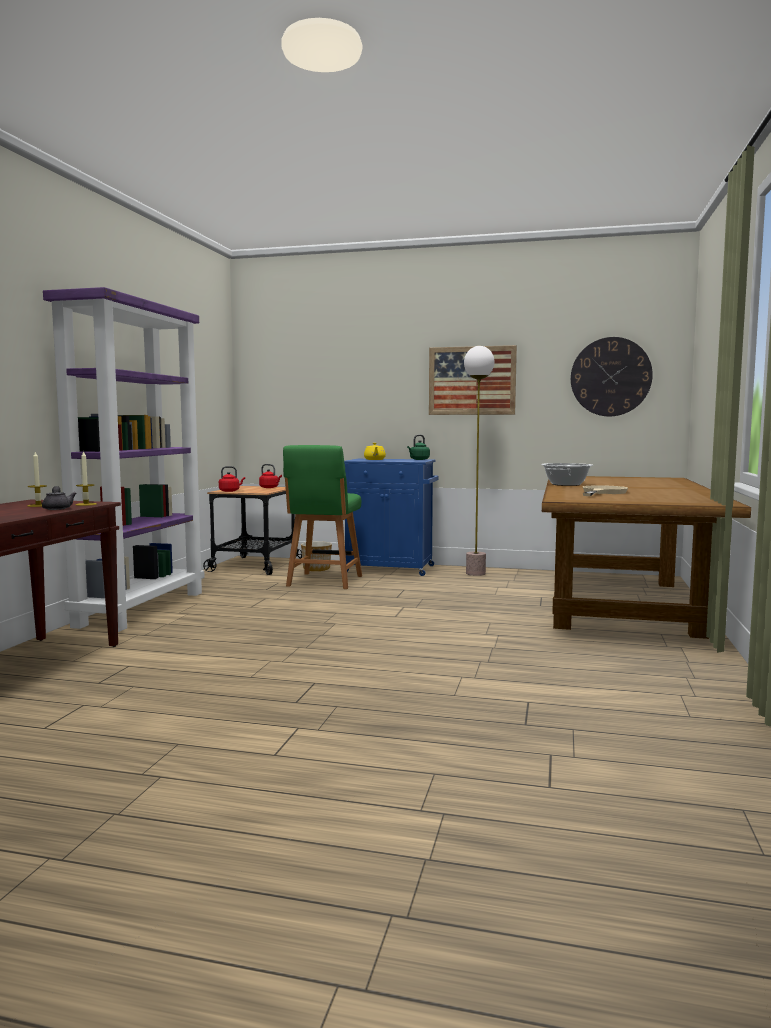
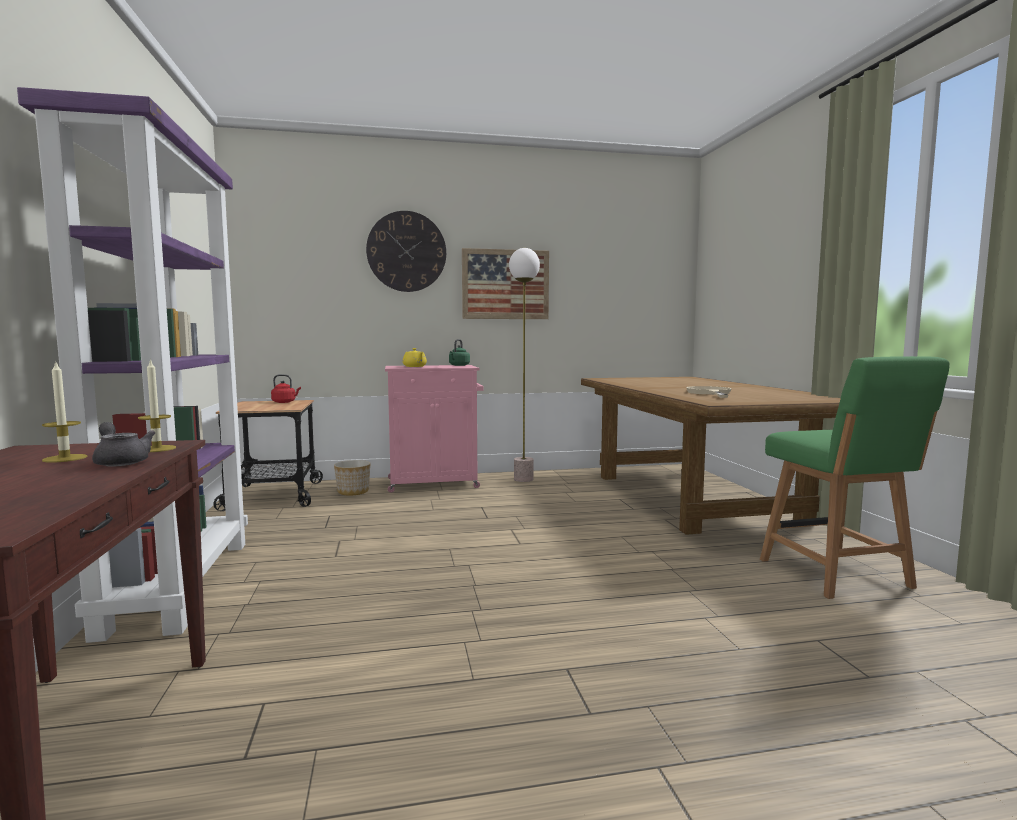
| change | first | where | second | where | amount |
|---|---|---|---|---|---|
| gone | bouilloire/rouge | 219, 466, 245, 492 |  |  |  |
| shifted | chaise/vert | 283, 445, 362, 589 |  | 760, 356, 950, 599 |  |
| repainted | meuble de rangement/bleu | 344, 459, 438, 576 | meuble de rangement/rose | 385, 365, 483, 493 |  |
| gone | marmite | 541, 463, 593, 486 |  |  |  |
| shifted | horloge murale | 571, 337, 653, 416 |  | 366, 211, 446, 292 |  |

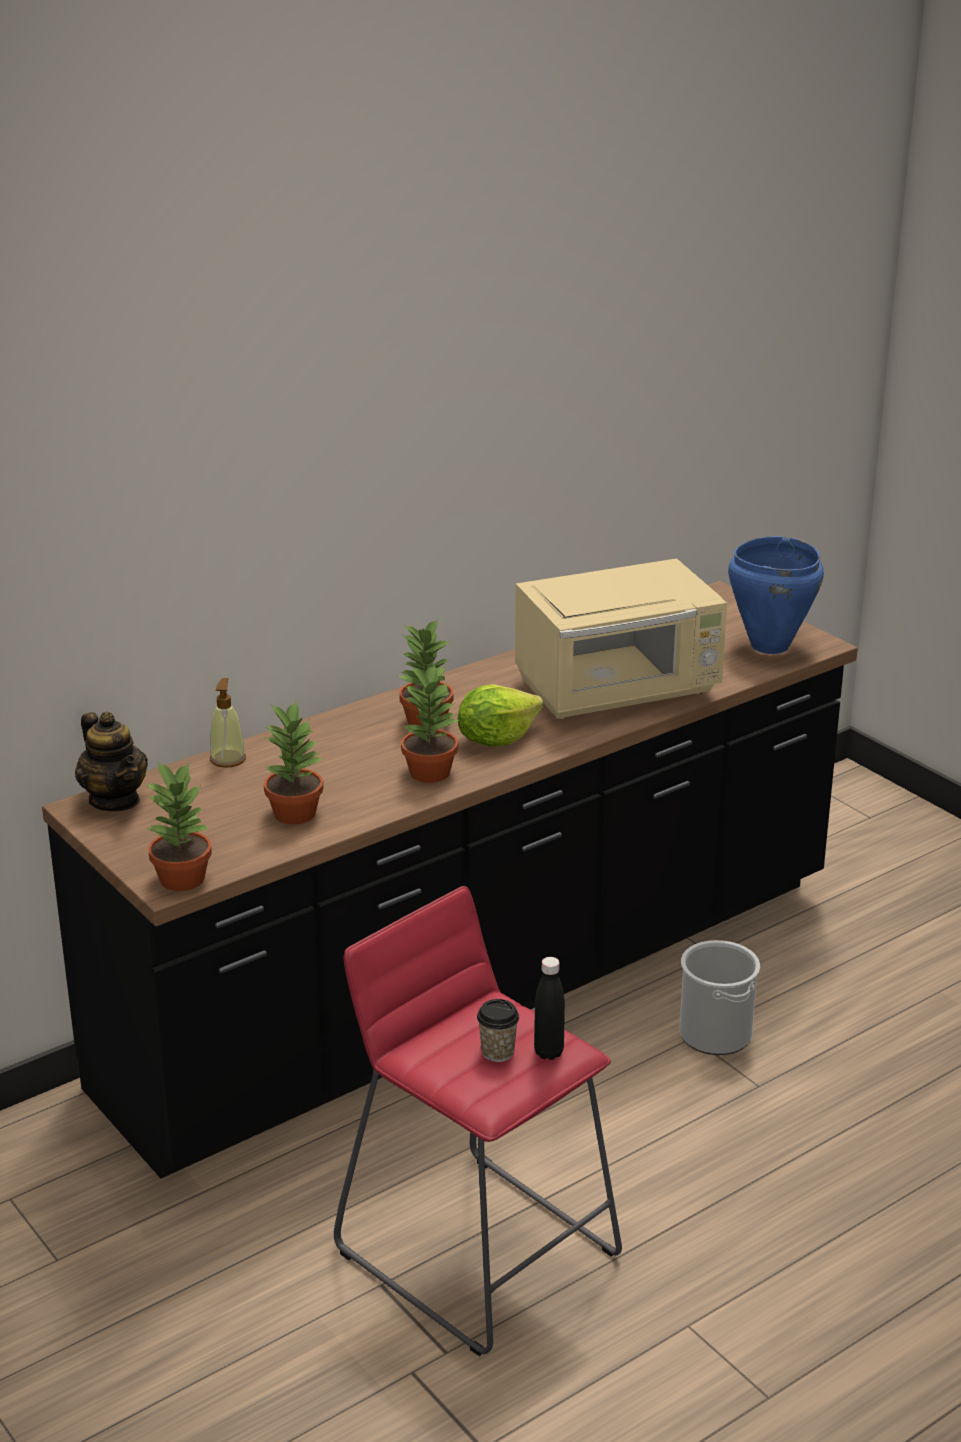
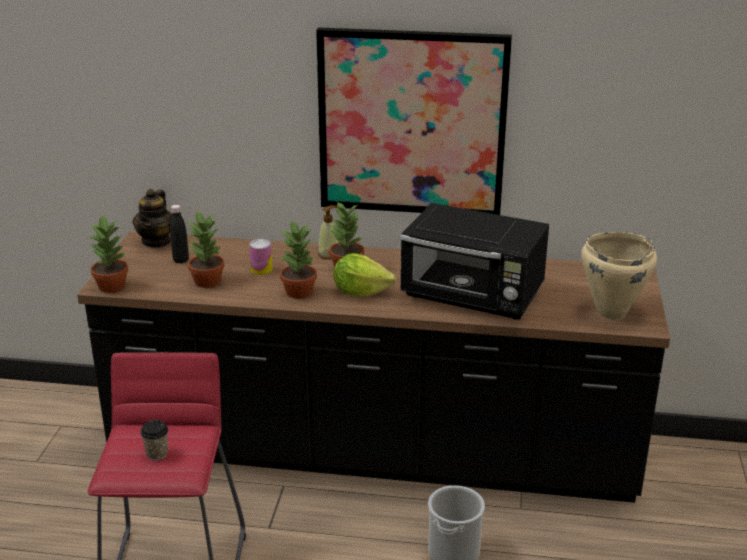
| change | first | where | second | where | amount |
|---|---|---|---|---|---|
| shifted | distributeur de savon | 210, 678, 246, 768 |  | 318, 205, 339, 259 |  |
| repainted | micro-ondes/beige | 515, 558, 727, 719 | micro-ondes/noir | 400, 203, 549, 320 |  |
| shifted | bouteille/noir | 534, 957, 565, 1060 |  | 170, 205, 189, 263 |  |
| repainted | marmite/bleu | 728, 536, 824, 654 | marmite/beige | 581, 232, 657, 320 |  |
| new |  |  | boîte métallique | 249, 239, 273, 275 |  |
| new |  |  | tableau | 316, 27, 512, 215 |  |

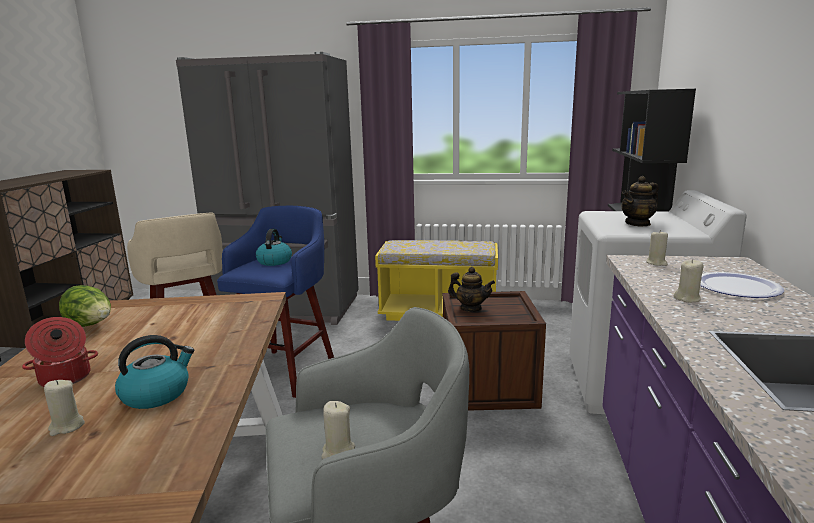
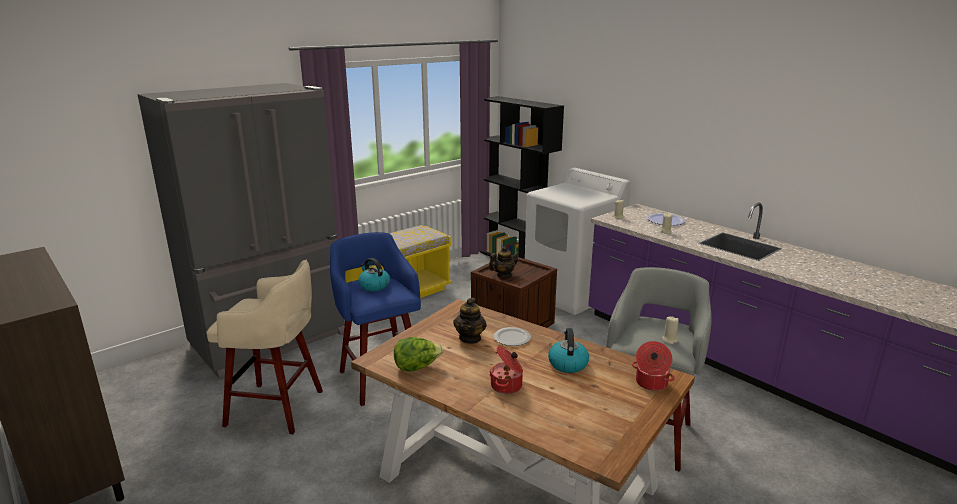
| change | first | where | second | where | amount |
|---|---|---|---|---|---|
| gone | bougie/beige | 44, 380, 85, 436 |  |  |  |
| shifted | théière | 621, 176, 659, 227 |  | 453, 298, 487, 344 |  |
| new |  |  | assiette | 494, 327, 531, 346 |  |
| new |  |  | marmite | 632, 341, 675, 391 |  |

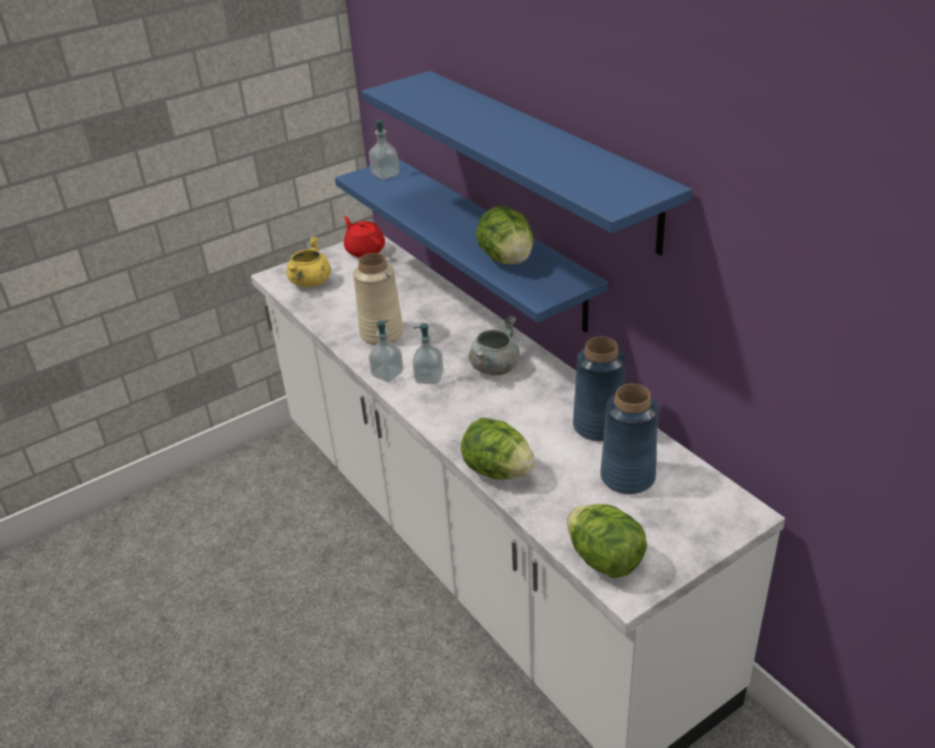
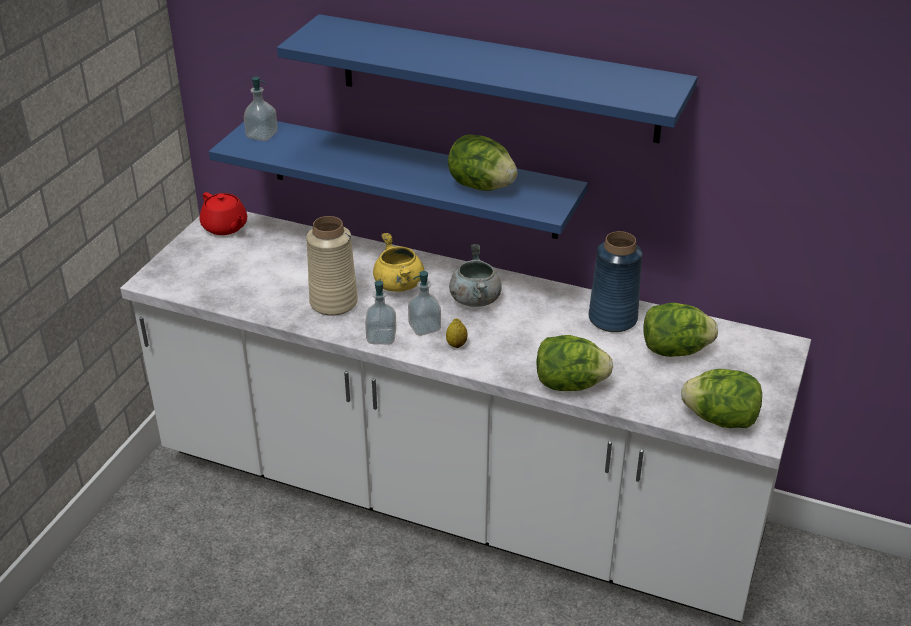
| change | first | where | second | where | amount |
|---|---|---|---|---|---|
| shifted | marmite/jaune | 286, 237, 331, 287 |  | 373, 233, 424, 292 |  |
| rotated | théière/rouge | 344, 216, 385, 258 |  | 200, 192, 247, 235 | 150 degrees counterclockwise |
| swapped | vase/bleu | 600, 384, 658, 494 | laitue | 644, 303, 718, 357 |  |
| new |  |  | citron | 446, 318, 467, 348 |  |

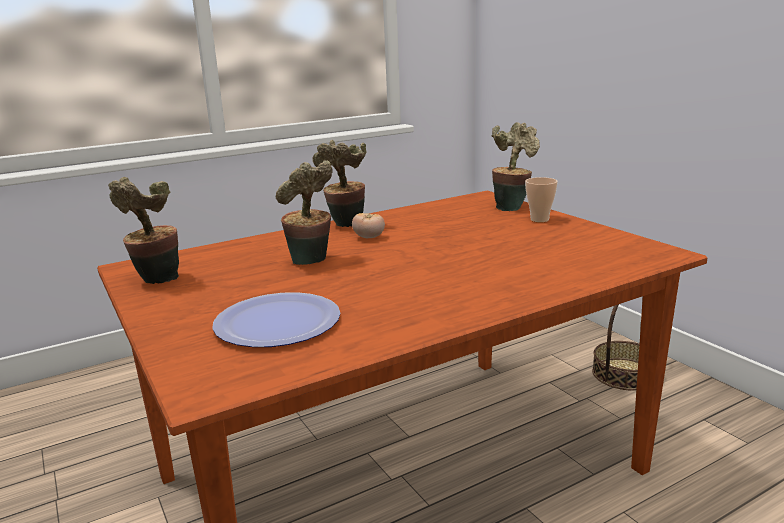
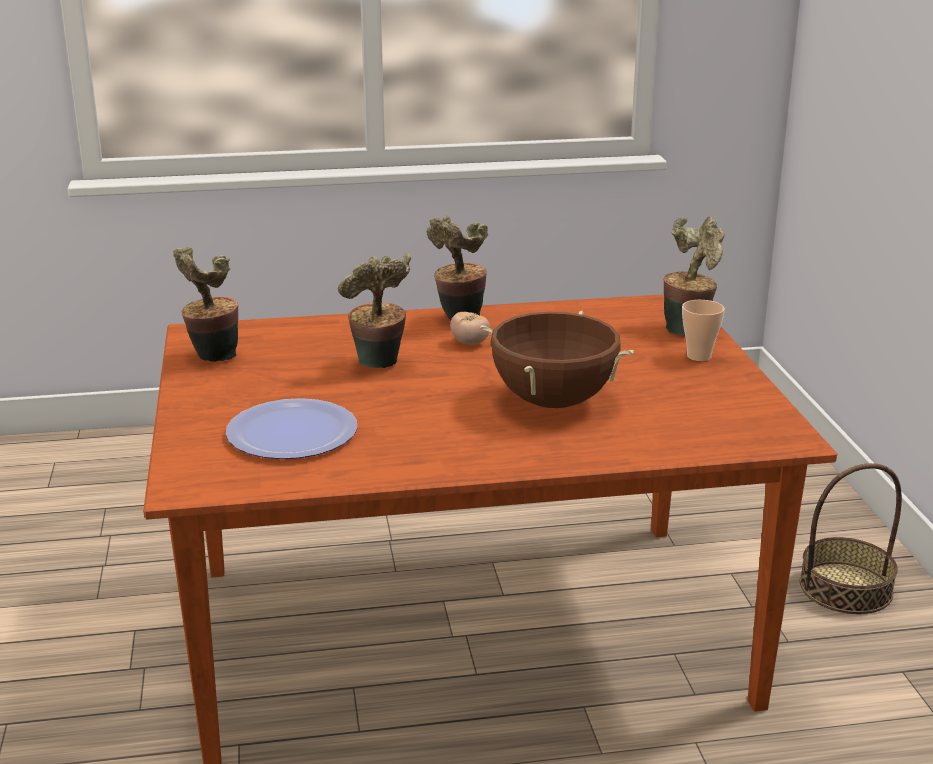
| change | first | where | second | where | amount |
|---|---|---|---|---|---|
| new |  |  | marmite/marron | 480, 311, 634, 408 |  |

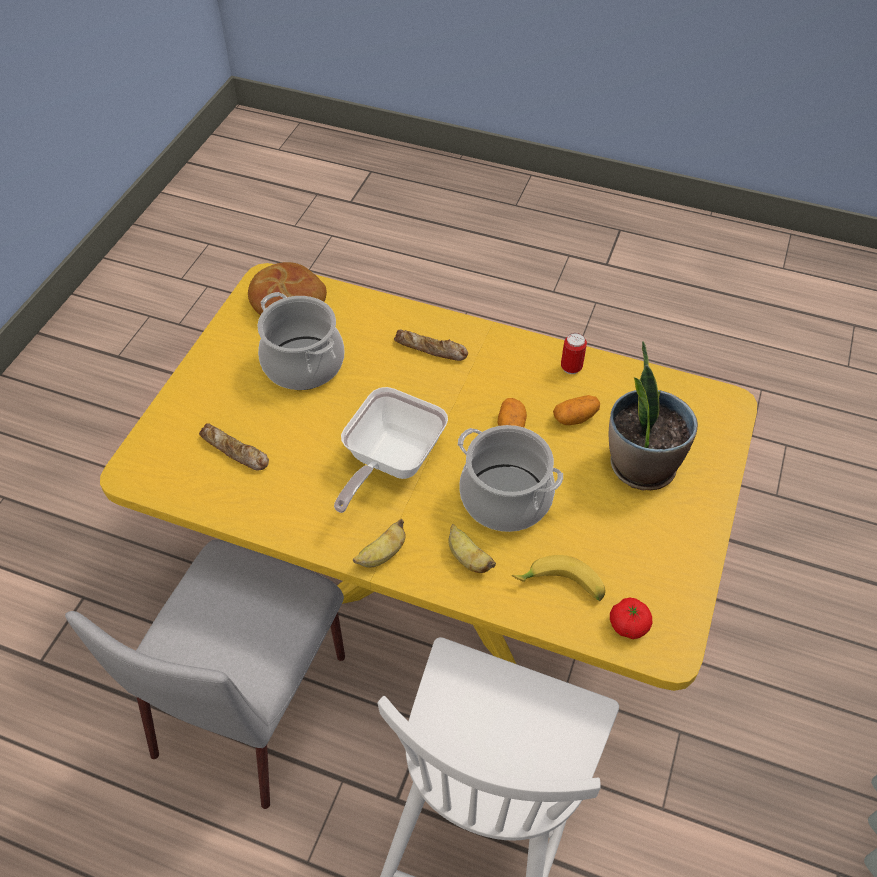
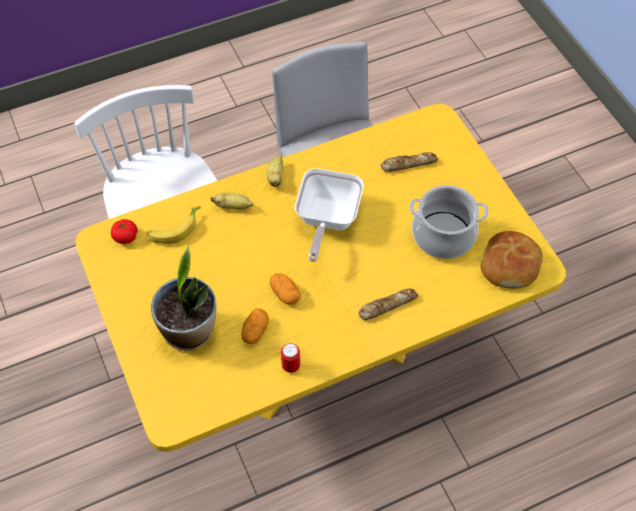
| change | first | where | second | where | amount |
|---|---|---|---|---|---|
| rotated | poêle | 334, 387, 448, 513 |  | 295, 168, 364, 262 | 150 degrees counterclockwise |
| gone | marmite | 458, 425, 563, 532 |  |  |  |

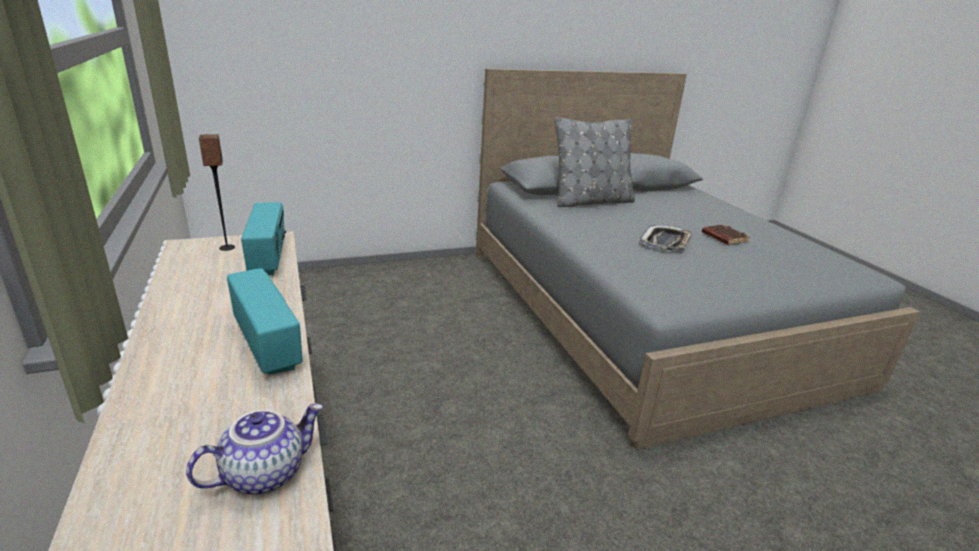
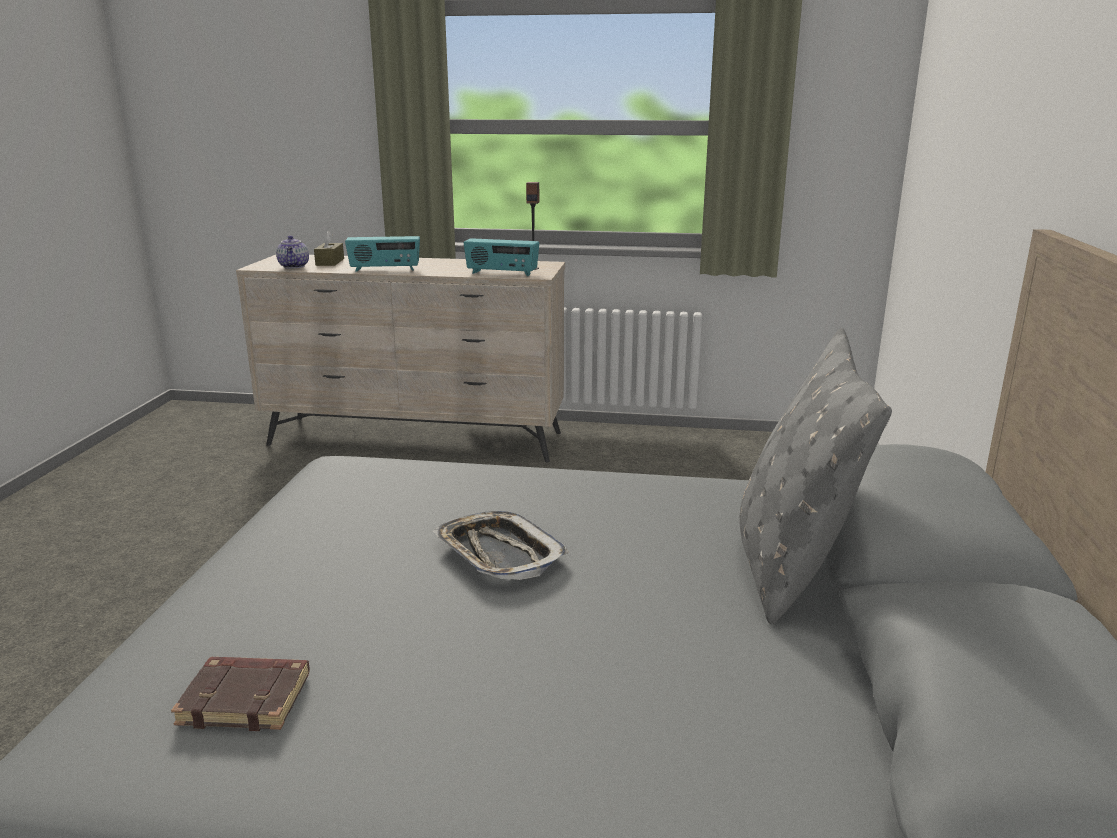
| change | first | where | second | where | amount |
|---|---|---|---|---|---|
| shifted | livre/marron | 702, 224, 750, 245 |  | 171, 657, 310, 731 |  |
| new |  |  | boîte à mouchoirs/marron | 314, 230, 344, 266 |  |

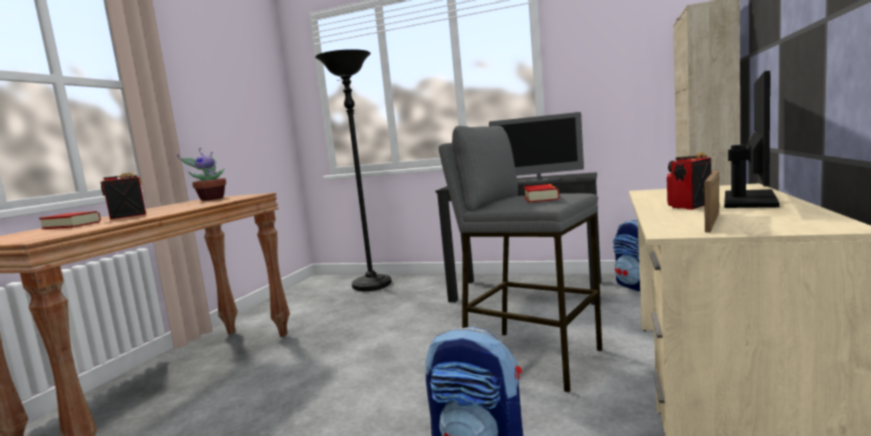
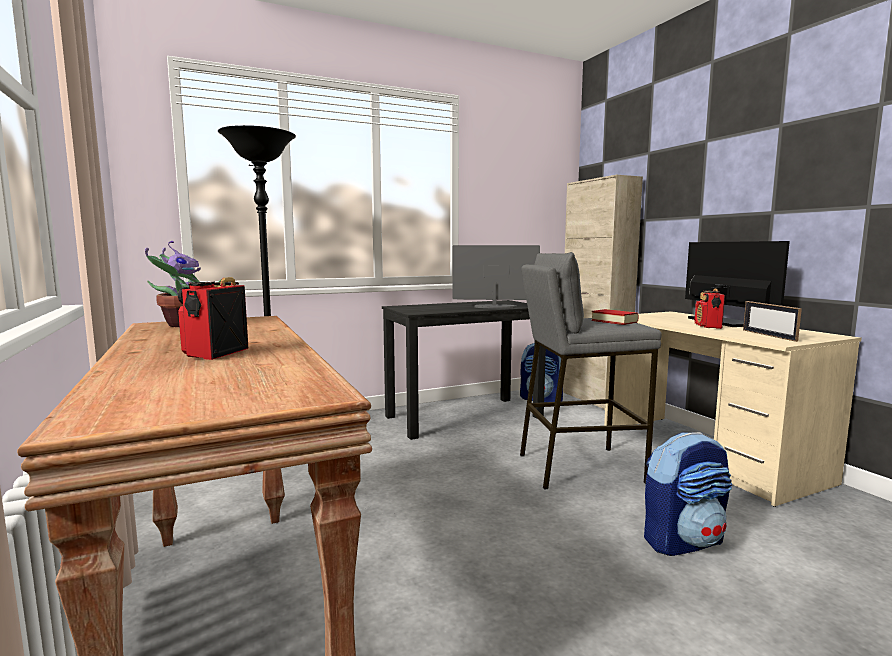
| change | first | where | second | where | amount |
|---|---|---|---|---|---|
| gone | livre | 39, 211, 101, 229 |  |  |  |
| rotated | écran d'ordinateur | 489, 112, 584, 184 |  | 453, 245, 540, 309 | 135 degrees counterclockwise |

